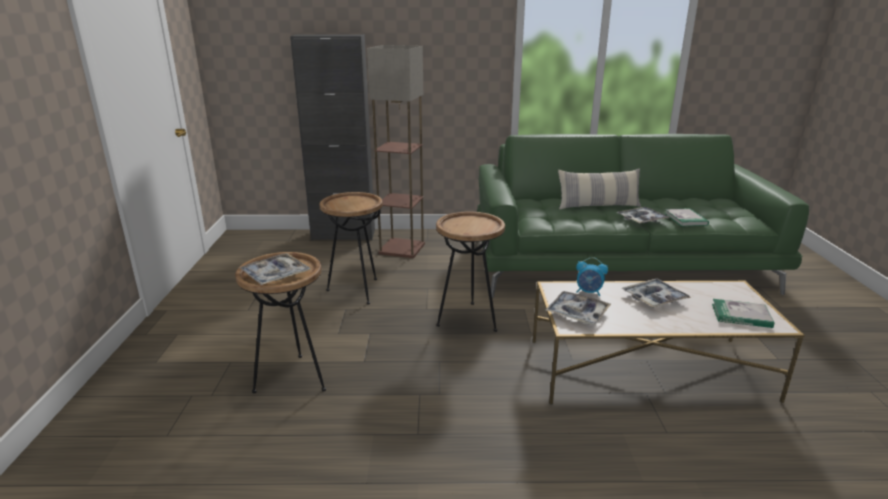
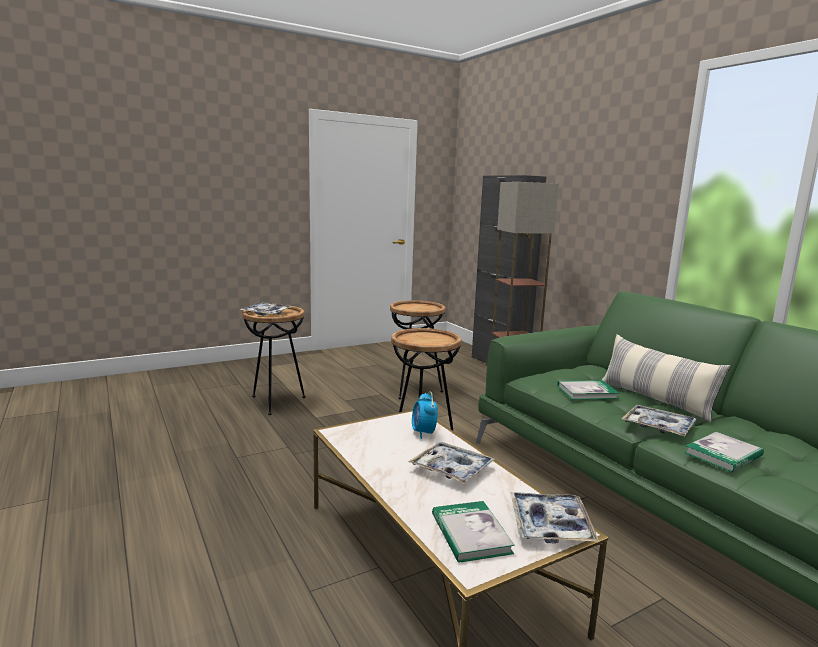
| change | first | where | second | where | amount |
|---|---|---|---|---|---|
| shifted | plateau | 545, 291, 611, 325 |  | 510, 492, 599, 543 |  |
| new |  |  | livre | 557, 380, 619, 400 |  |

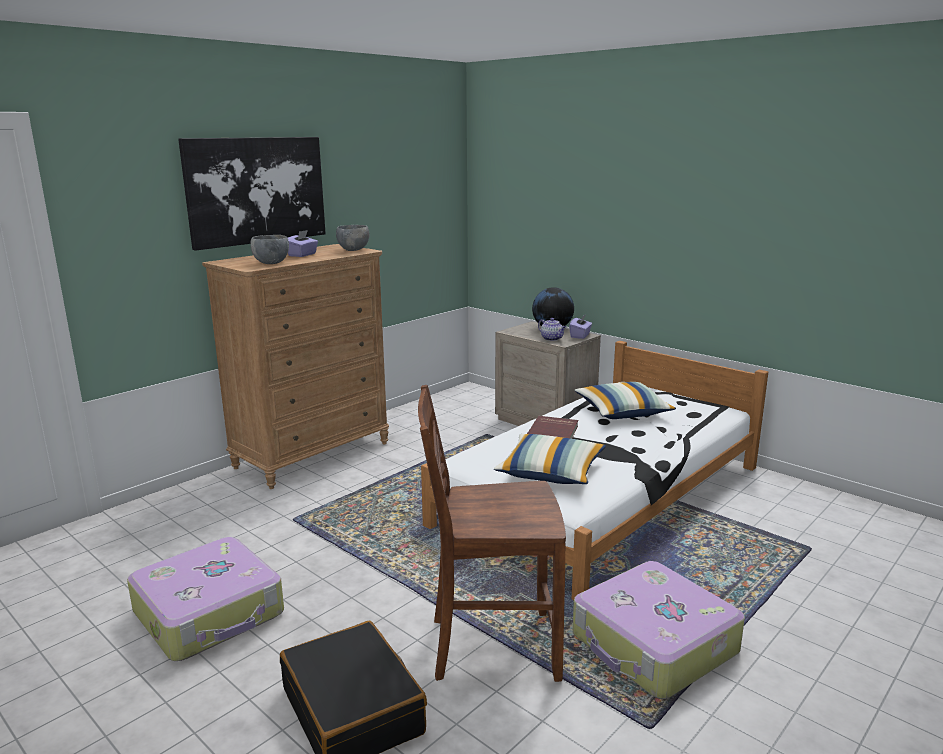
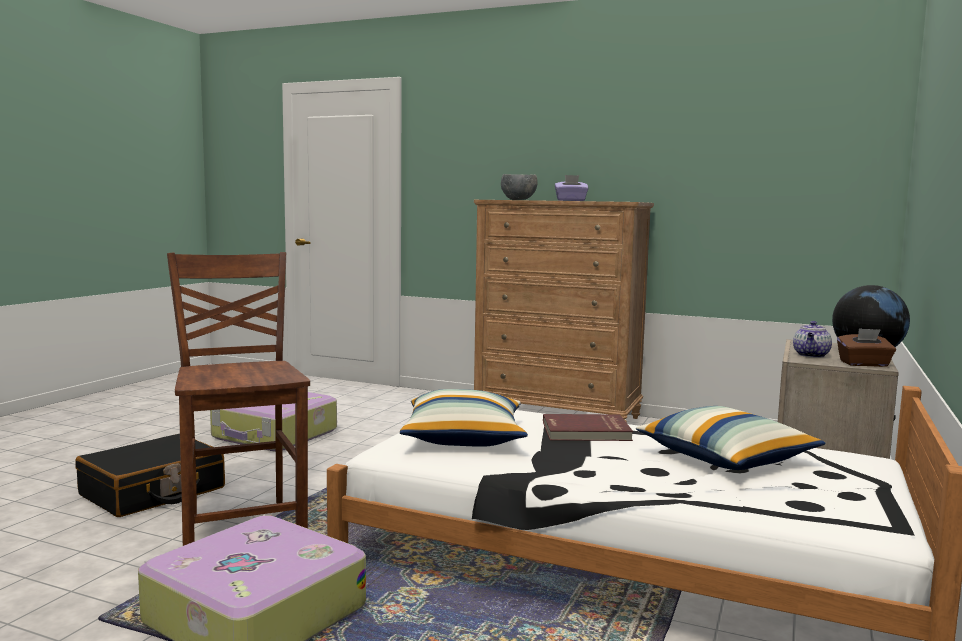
| change | first | where | second | where | amount |
|---|---|---|---|---|---|
| gone | tableau | 178, 137, 326, 251 |  |  |  |
| gone | bol/gris | 336, 225, 370, 251 |  |  |  |
| repainted | boîte à mouchoirs/violet | 569, 315, 592, 339 | boîte à mouchoirs/marron | 837, 328, 896, 367 |  |

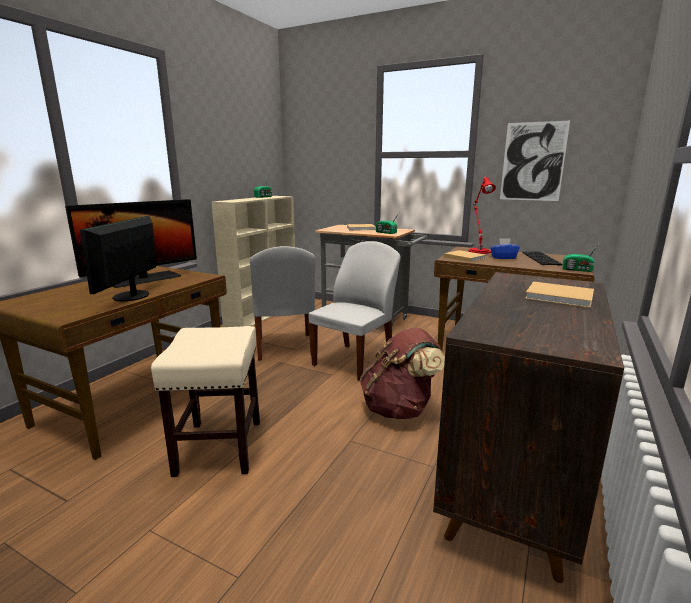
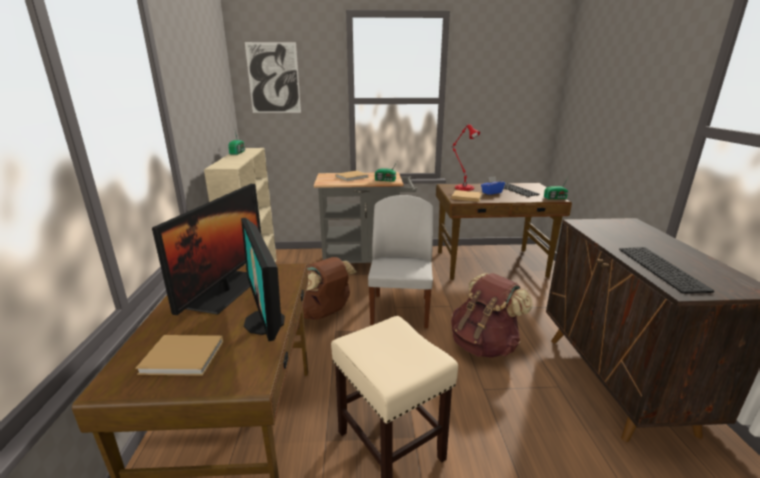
| change | first | where | second | where | amount |
|---|---|---|---|---|---|
| swapped | chaise/blanc | 250, 246, 316, 360 | sac à dos/marron | 303, 257, 357, 320 |  |
| shifted | tableau | 500, 121, 570, 201 |  | 245, 42, 301, 113 |  |
| shifted | livre/beige | 525, 281, 594, 308 |  | 135, 335, 224, 376 |  |
| new |  |  | clavier | 619, 247, 714, 294 |  |

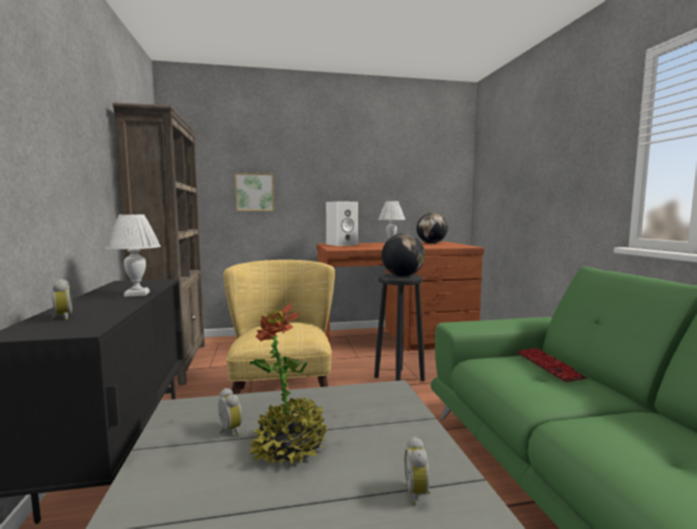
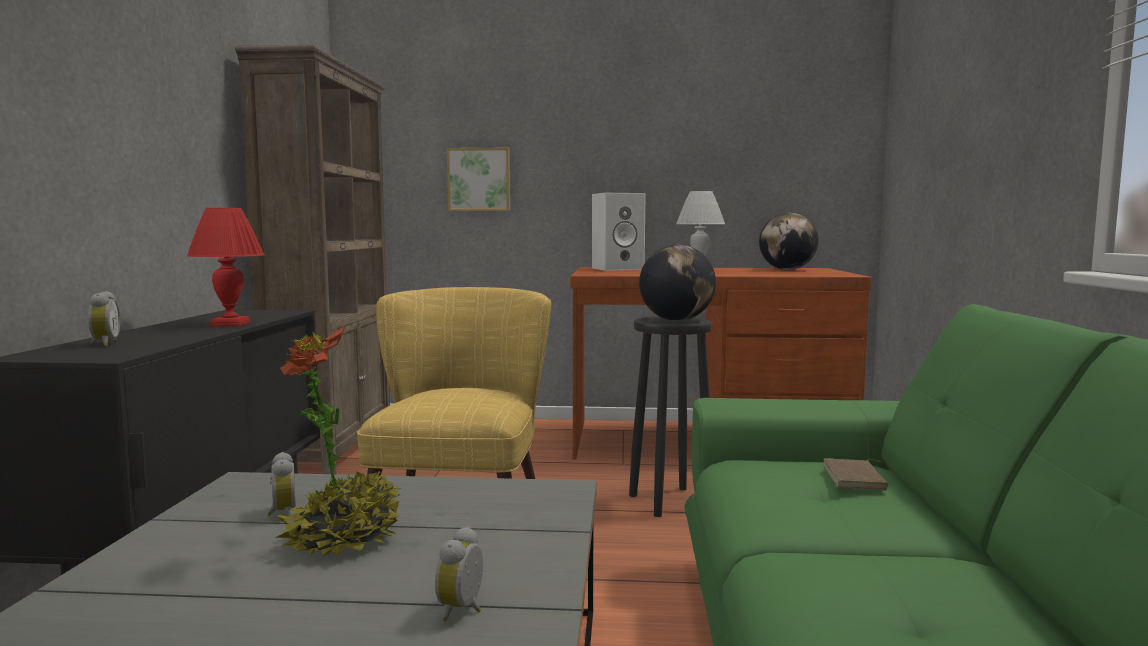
| change | first | where | second | where | amount |
|---|---|---|---|---|---|
| repainted | lampe de table/blanc | 106, 215, 161, 297 | lampe de table/rouge | 187, 208, 264, 326 |  |
| swapped | clavier | 517, 348, 588, 382 | livre/marron | 823, 458, 888, 491 |  |

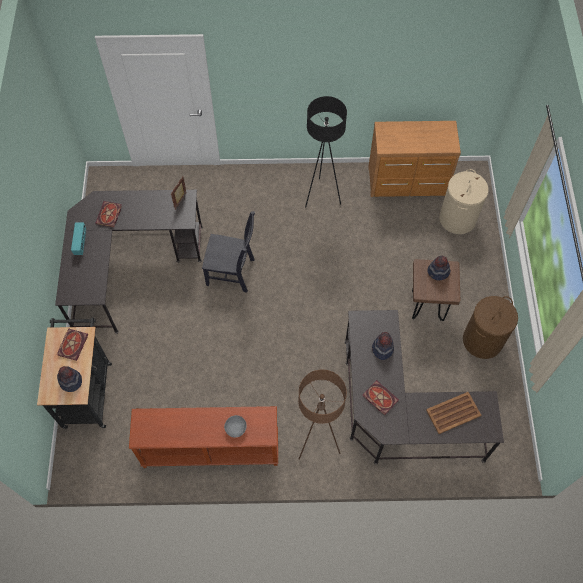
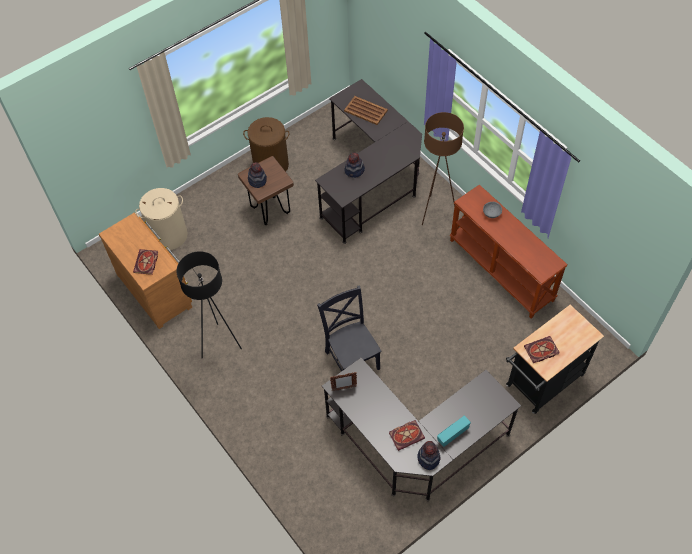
| change | first | where | second | where | amount |
|---|---|---|---|---|---|
| shifted | chapeau | 57, 366, 82, 392 |  | 417, 441, 441, 470 |  |
| shifted | livre | 363, 380, 399, 415 |  | 133, 249, 158, 275 |  |

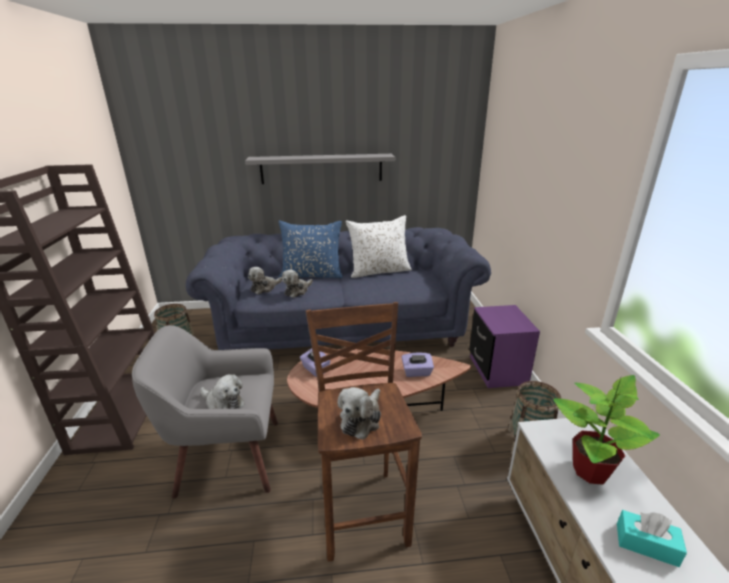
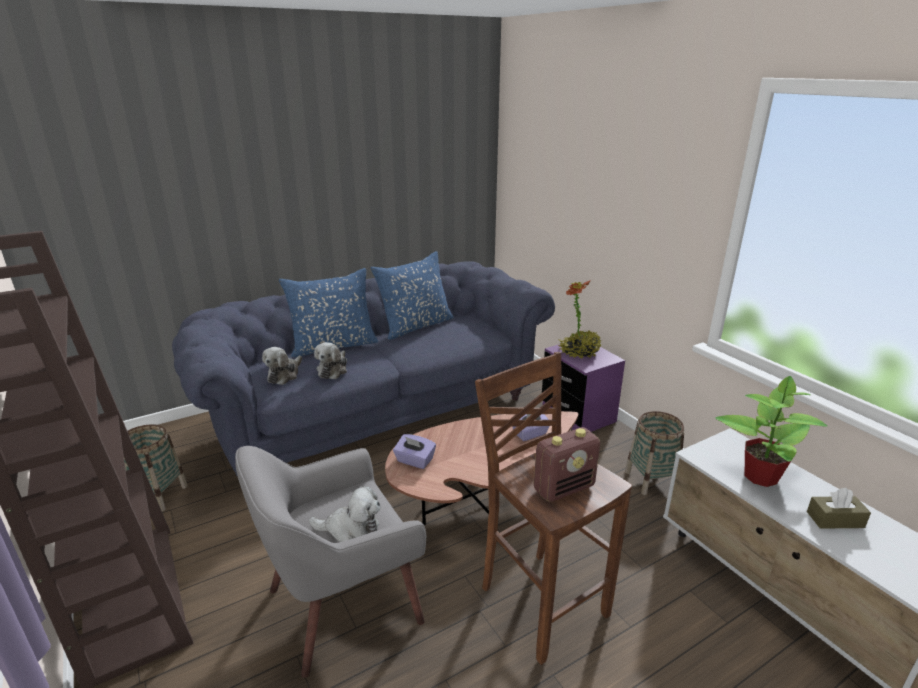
| change | first | where | second | where | amount |
|---|---|---|---|---|---|
| gone | étagère/gris | 245, 154, 395, 184 |  |  |  |
| swapped | peluche | 338, 387, 381, 440 | radio | 534, 427, 600, 502 |  |
| repainted | coussin/blanc | 345, 215, 412, 278 | coussin/bleu | 370, 251, 454, 340 |  |
| repainted | boîte à mouchoirs/turquoise | 617, 510, 687, 567 | boîte à mouchoirs/marron | 807, 488, 871, 529 |  |
| new |  |  | plante en pot | 558, 280, 602, 359 |  |

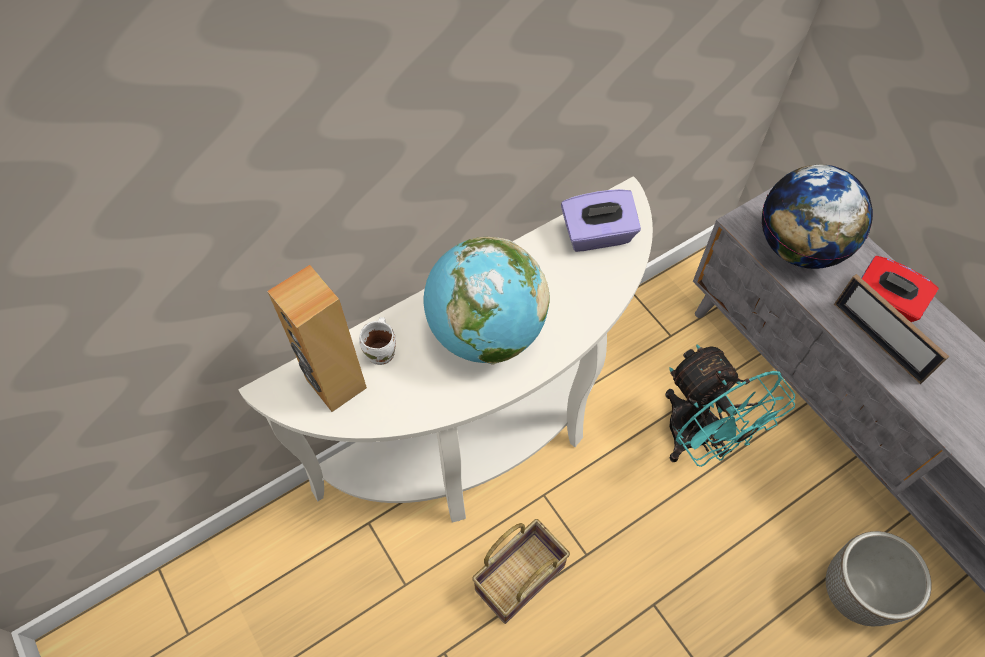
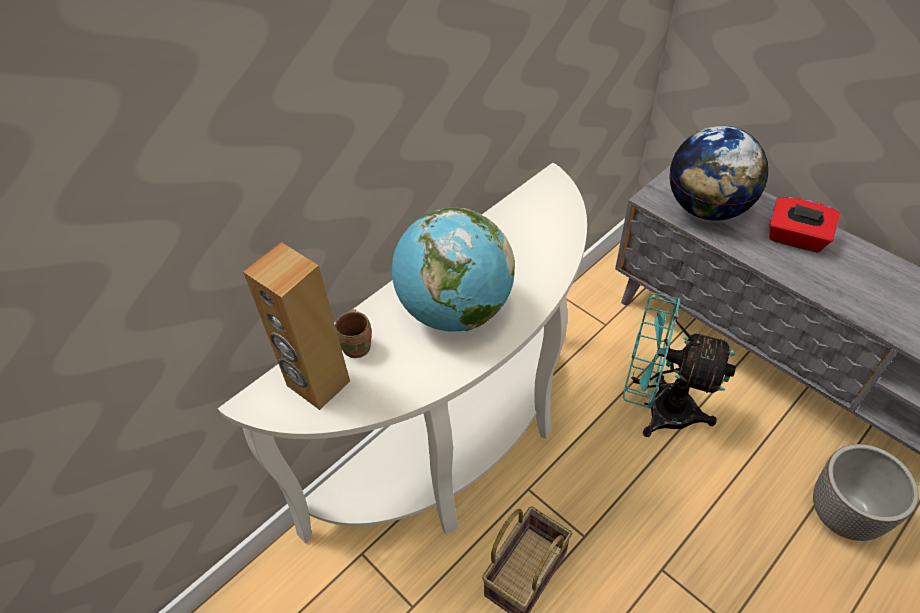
| change | first | where | second | where | amount |
|---|---|---|---|---|---|
| repainted | mug/blanc | 359, 317, 396, 365 | mug/marron | 335, 309, 372, 358 |  |
| gone | boîte à mouchoirs/violet | 561, 189, 641, 252 |  |  |  |
| rotated | ventilateur/turquoise | 665, 345, 795, 467 |  | 623, 293, 736, 437 | 150 degrees clockwise |
| gone | cadre photo | 834, 274, 949, 384 |  |  |  |

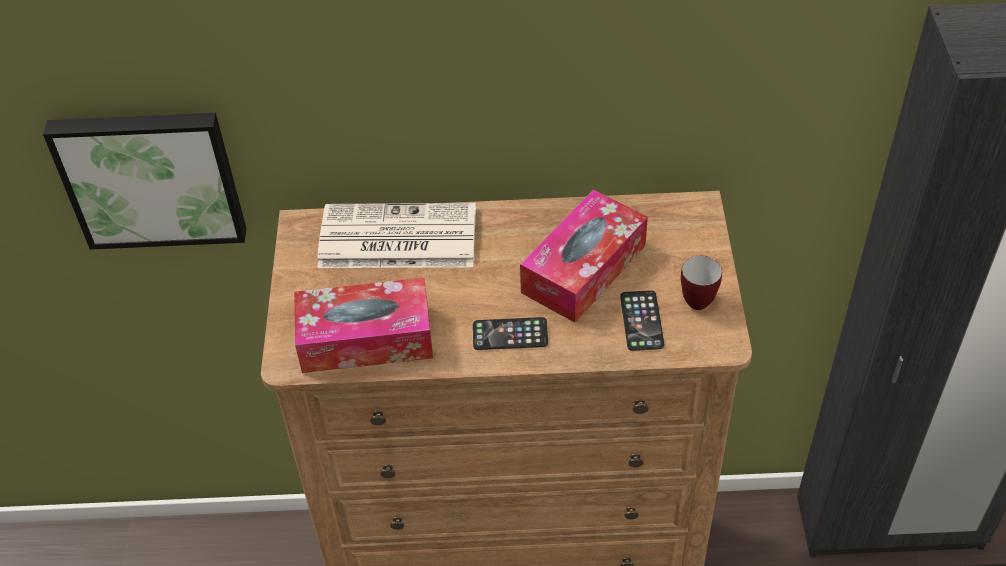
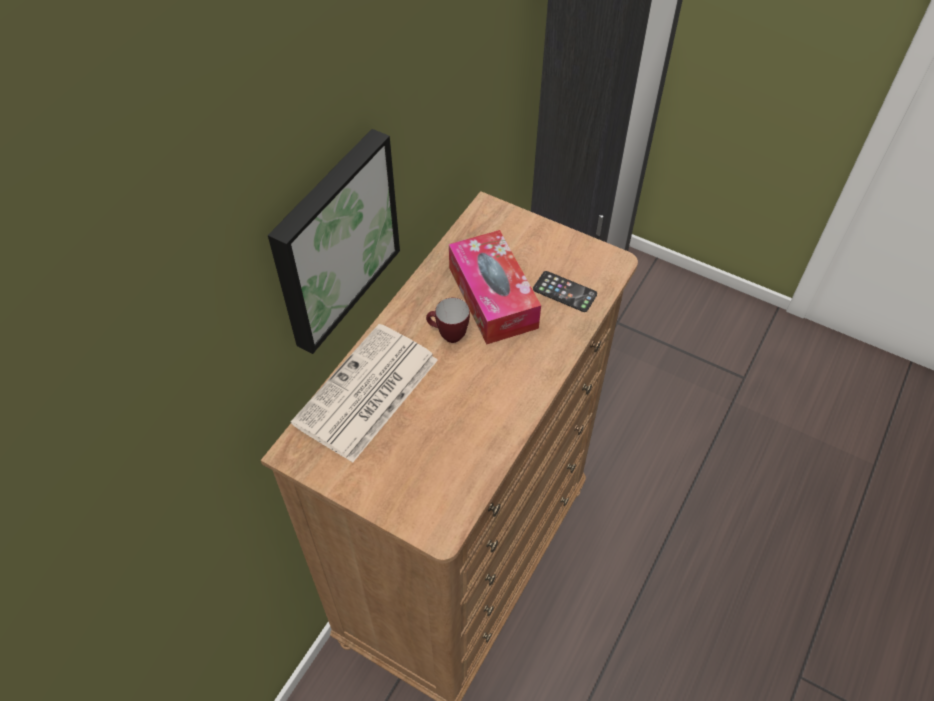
| change | first | where | second | where | amount |
|---|---|---|---|---|---|
| shifted | tableau | 43, 113, 247, 250 |  | 268, 129, 400, 354 |  |
| gone | boîte à mouchoirs | 294, 278, 433, 373 |  |  |  |
| gone | téléphone | 473, 317, 548, 350 |  |  |  |
| shifted | mug | 681, 256, 722, 310 |  | 426, 298, 470, 343 |  |

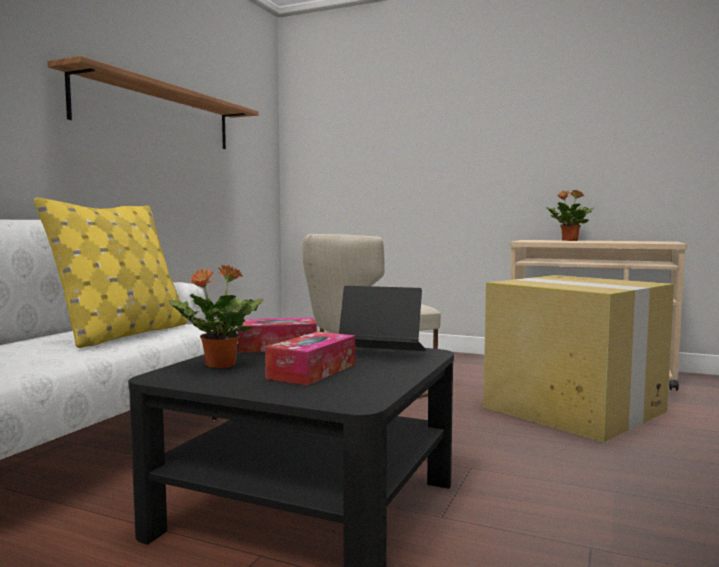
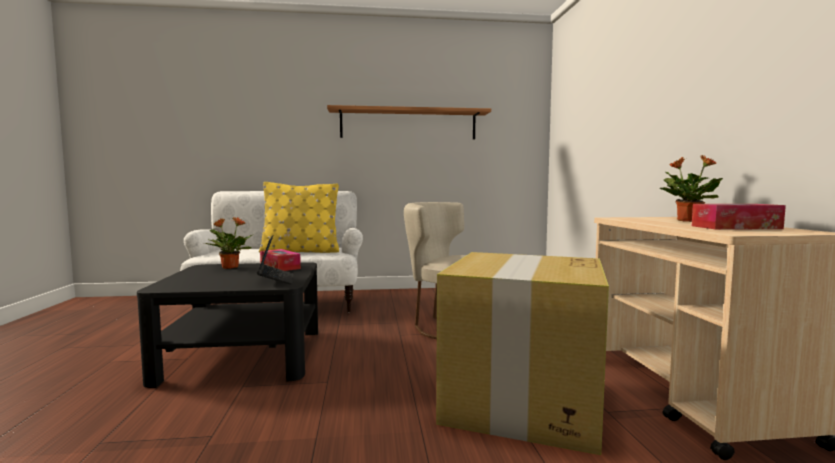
| change | first | where | second | where | amount |
|---|---|---|---|---|---|
| shifted | boîte à mouchoirs | 265, 332, 355, 386 |  | 692, 204, 786, 229 |  |

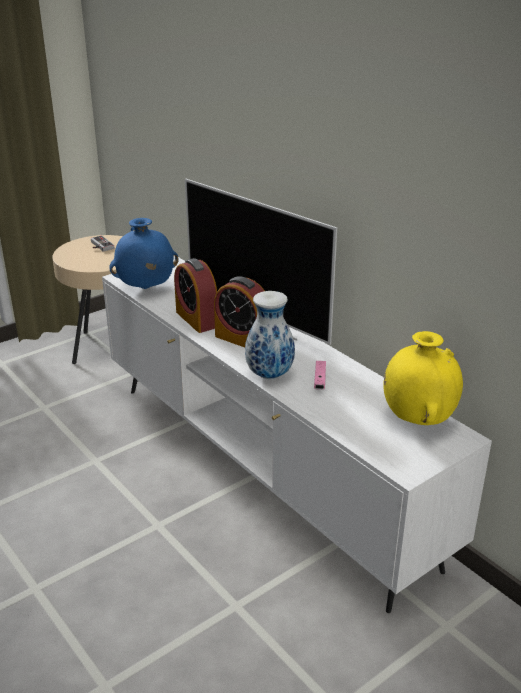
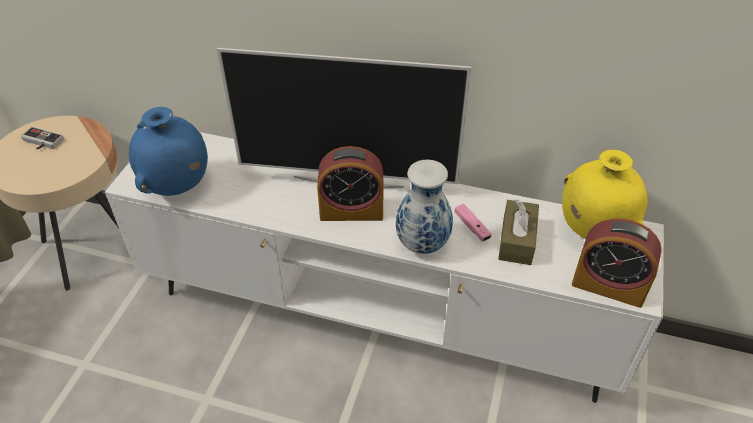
| change | first | where | second | where | amount |
|---|---|---|---|---|---|
| shifted | réveil | 174, 258, 217, 333 |  | 572, 218, 662, 308 |  |
| new |  |  | boîte à mouchoirs/marron | 498, 200, 539, 265 |  |

